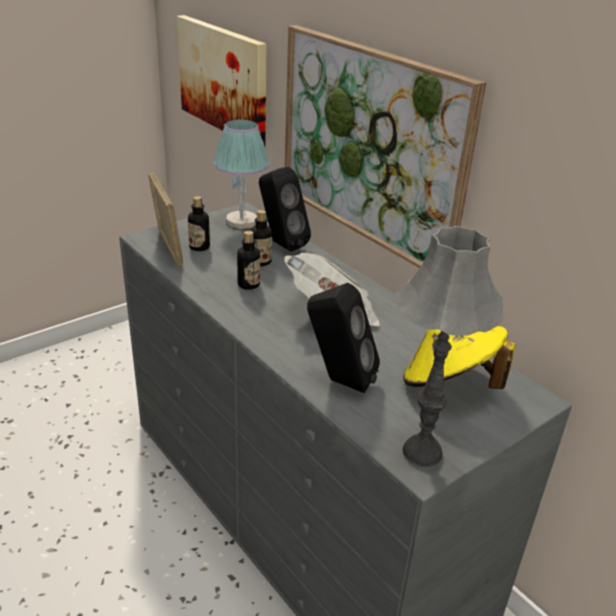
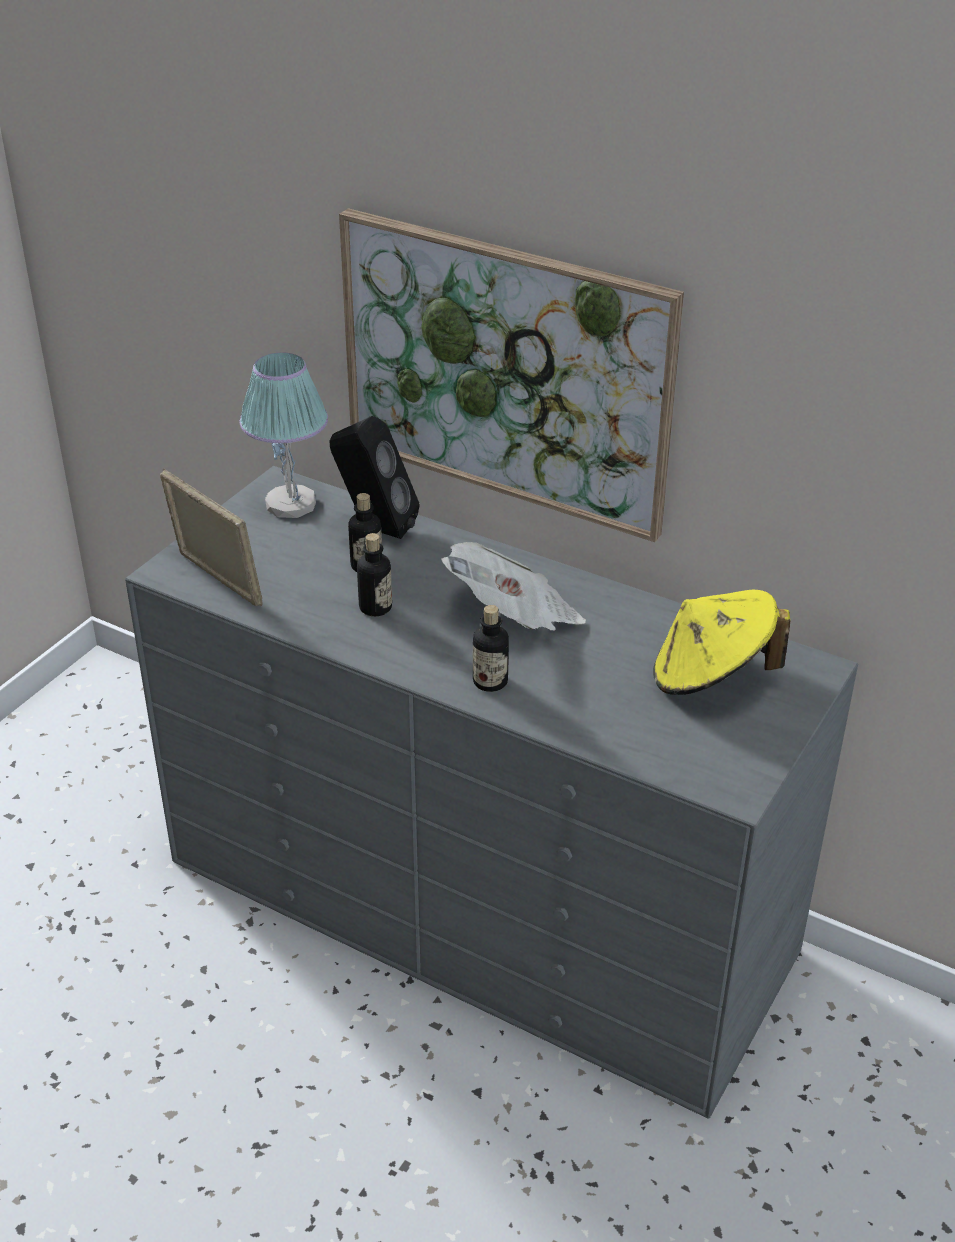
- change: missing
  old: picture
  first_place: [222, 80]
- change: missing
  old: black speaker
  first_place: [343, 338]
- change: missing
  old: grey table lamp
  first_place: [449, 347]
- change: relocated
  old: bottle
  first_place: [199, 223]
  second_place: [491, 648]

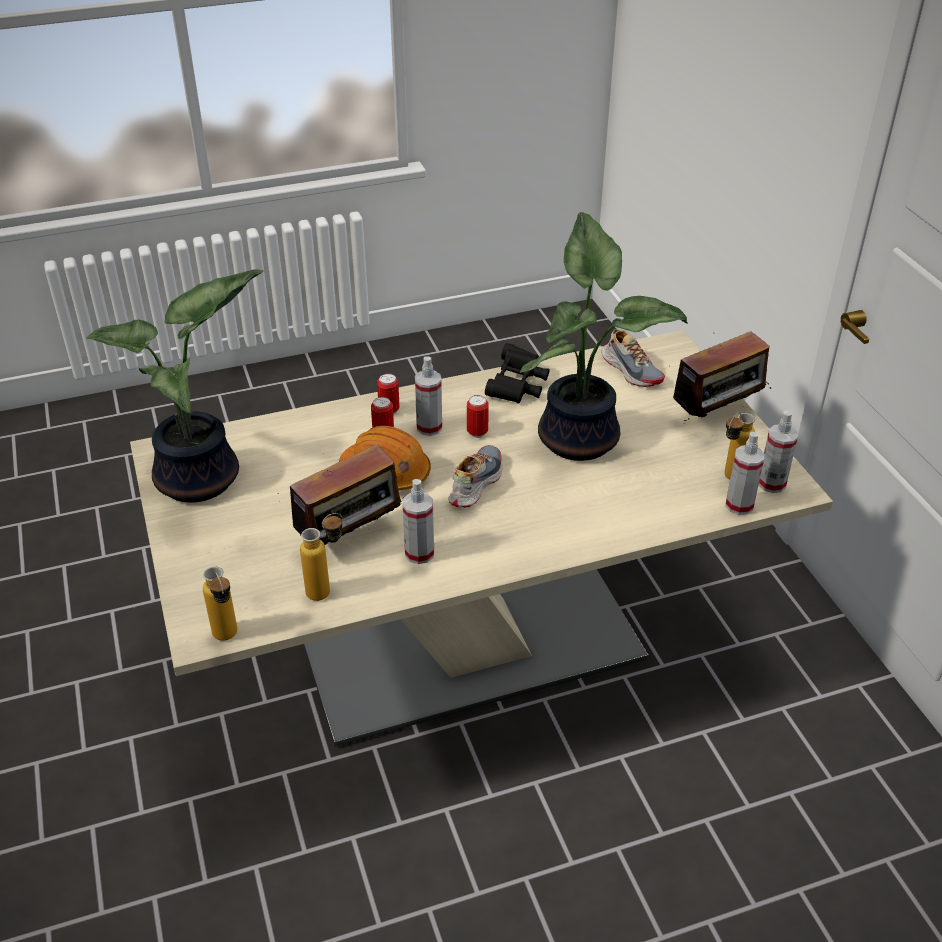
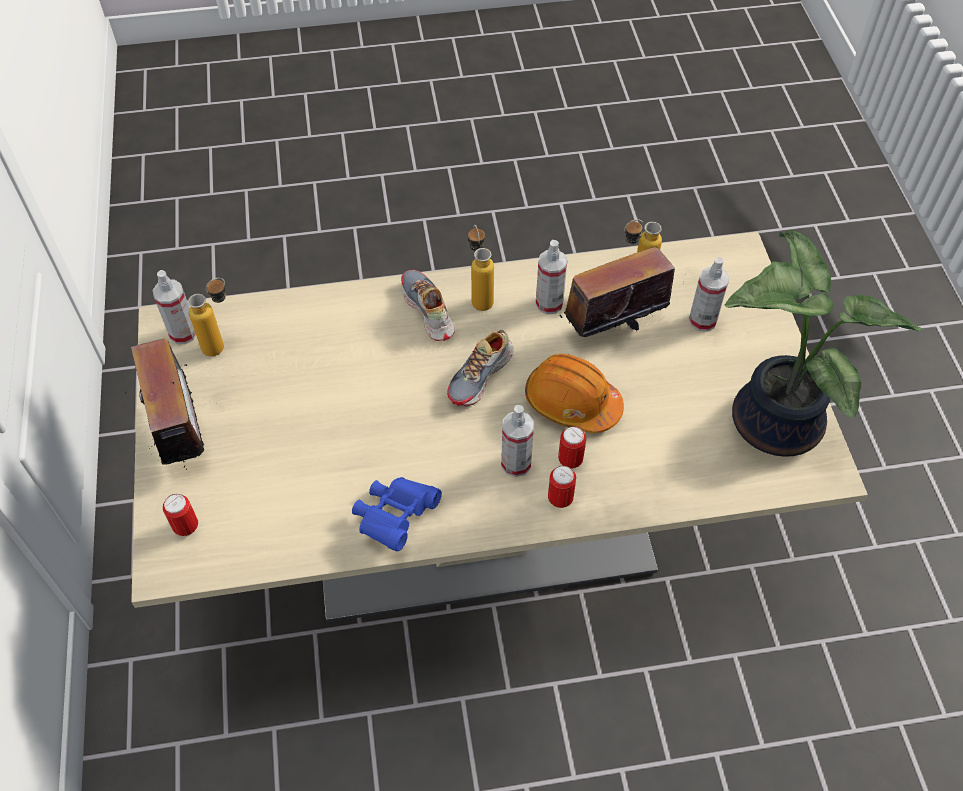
- change: missing
  old: potted plant
  first_place: [604, 336]
- change: relocated
  old: bottle
  first_place: [220, 603]
  second_place: [481, 267]
- change: relocated
  old: can
  first_place: [478, 416]
  second_place: [180, 515]
- change: relocated
  old: shoe
  first_place: [633, 358]
  second_place: [428, 305]
- change: relocated
  old: spray bottle
  first_place: [745, 473]
  second_place: [709, 294]
- change: colour
  old: black binoculars
  new: blue binoculars
  first_place: [517, 373]
  second_place: [397, 514]
- change: spun
  old: radio
  first_place: [722, 377]
  second_place: [165, 404]
  degrees: 90

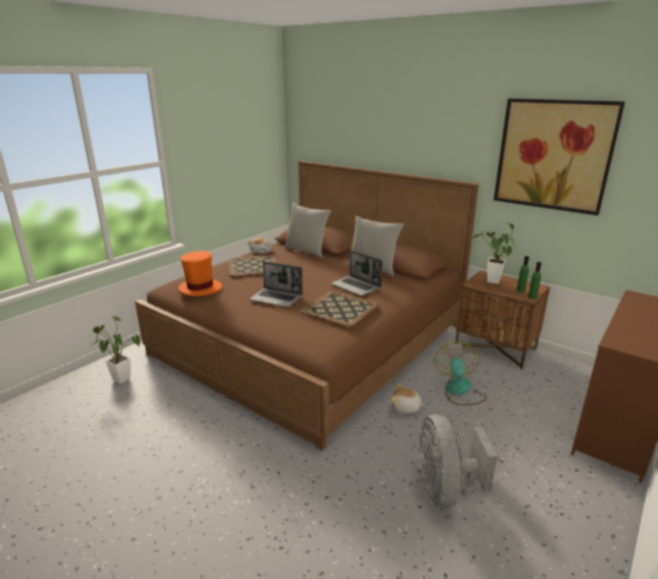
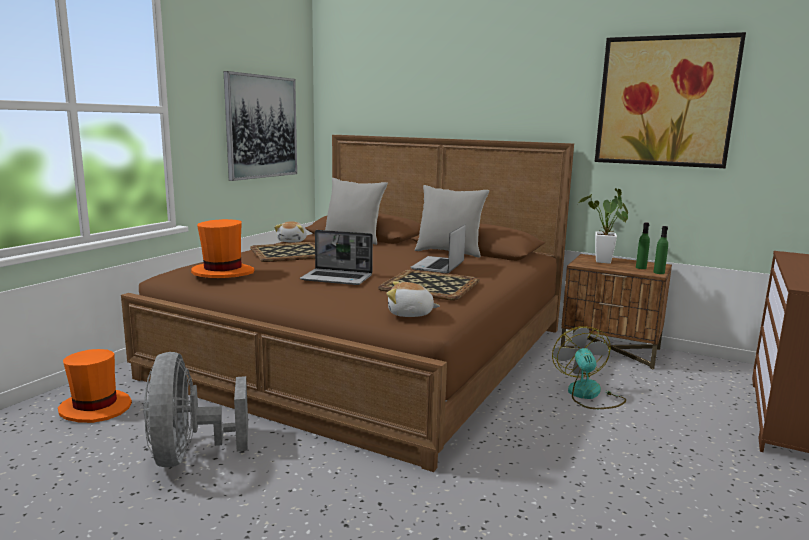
- change: appeared
  new: picture
  second_place: [260, 126]
- change: relocated
  old: plush toy
  first_place: [408, 398]
  second_place: [413, 299]
- change: relocated
  old: grey fan
  first_place: [457, 461]
  second_place: [195, 409]
- change: exchanged
  old: potted plant
  new: orange hat
  first_place: [115, 350]
  second_place: [95, 386]
- change: spun
  old: laptop
  first_place: [356, 273]
  second_place: [438, 249]
  degrees: 75

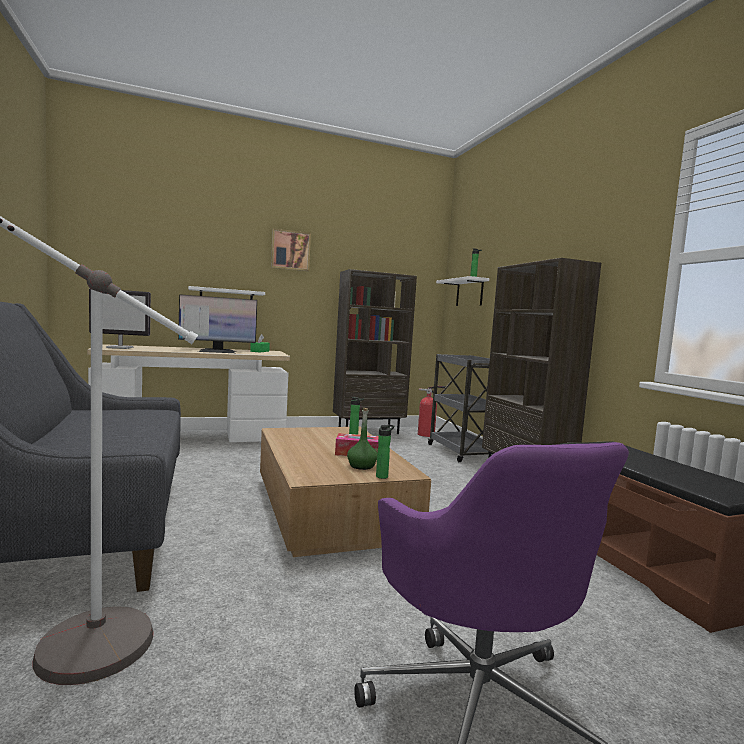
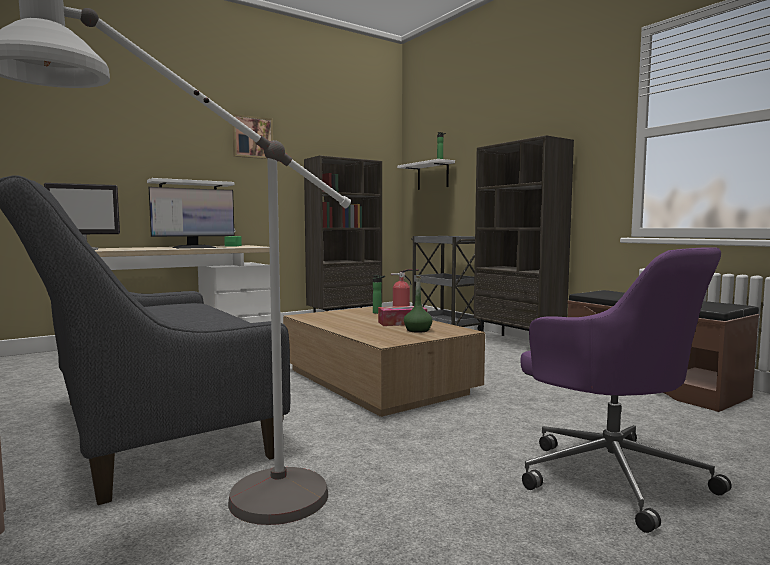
- change: missing
  old: bottle
  first_place: [385, 451]

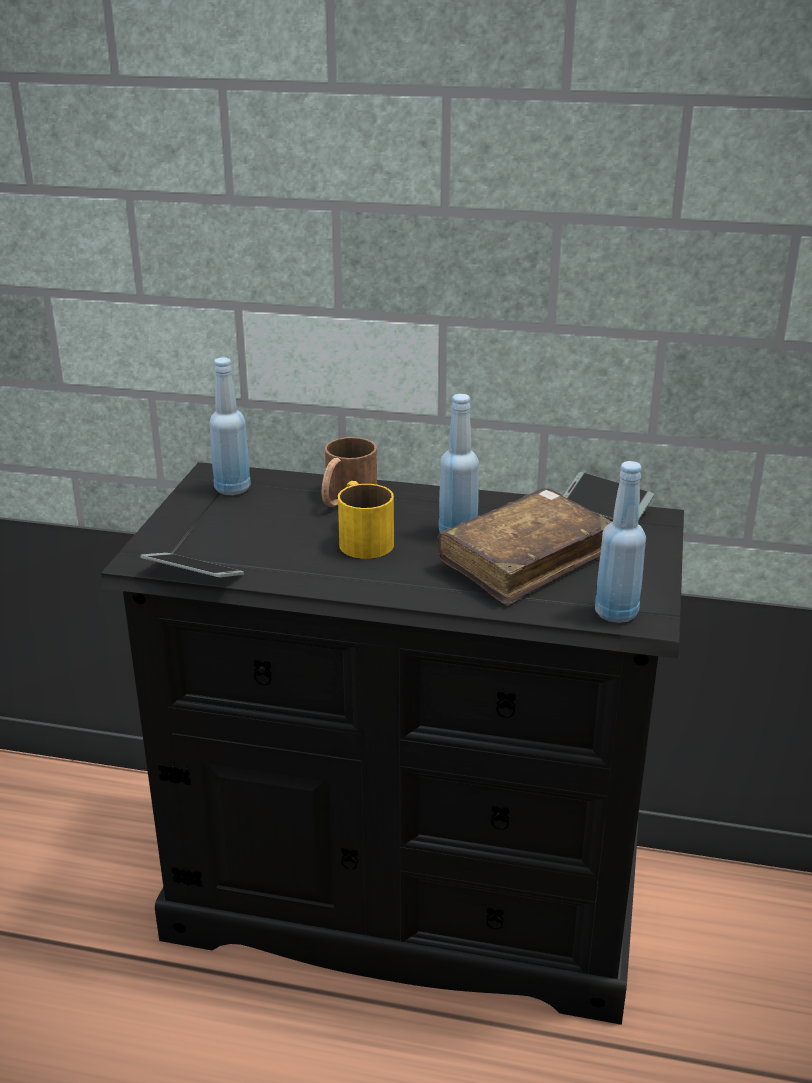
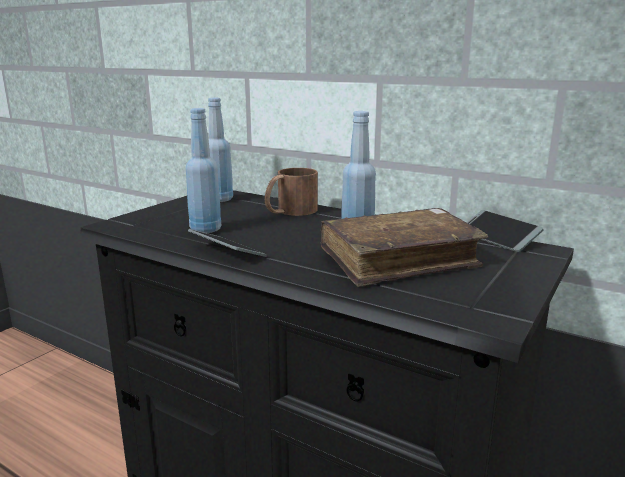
- change: missing
  old: yellow mug
  first_place: [366, 520]
- change: relocated
  old: phone
  first_place: [192, 565]
  second_place: [227, 243]
- change: relocated
  old: blue bottle
  first_place: [620, 542]
  second_place: [203, 170]

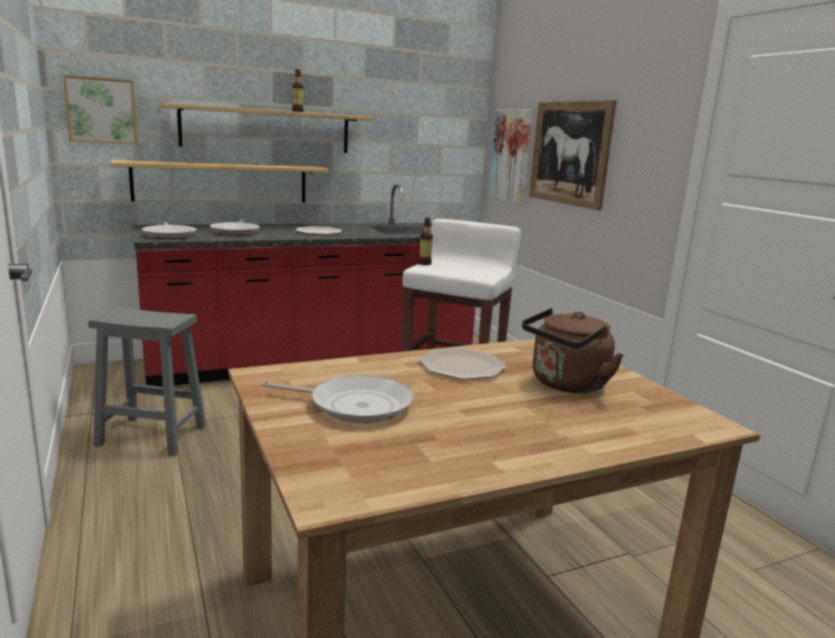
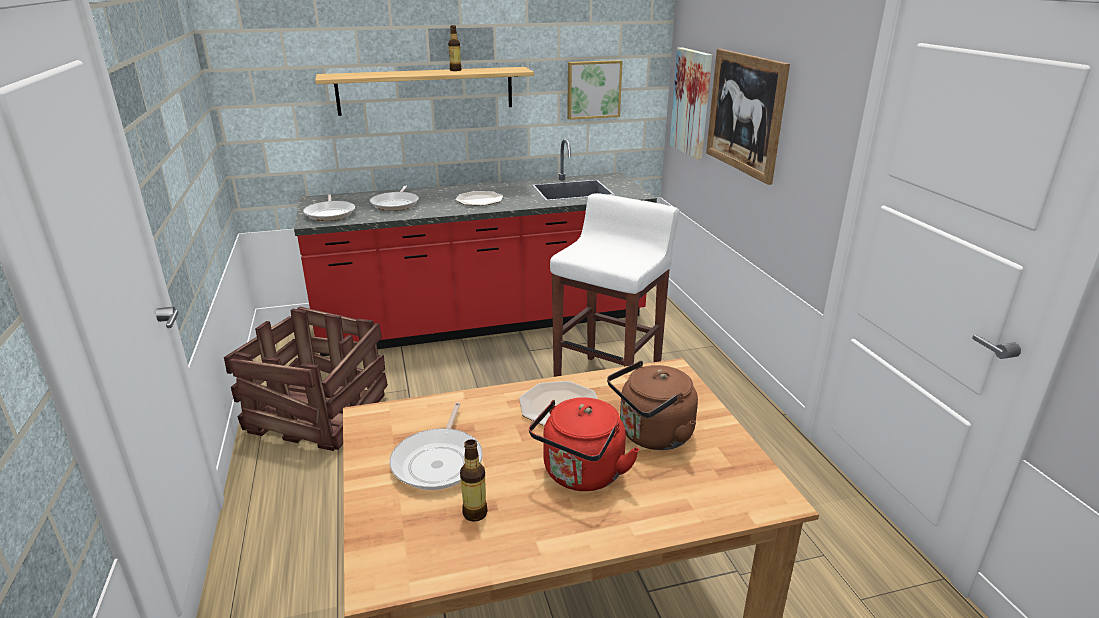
- change: missing
  old: shelf
  first_place: [219, 181]
- change: appeared
  new: red kettle
  second_place: [584, 444]
- change: relocated
  old: picture
  first_place: [100, 109]
  second_place: [595, 90]
- change: relocated
  old: bottle
  first_place: [426, 241]
  second_place: [474, 480]
- change: exchanged
  old: grey stool
  new: crate
  first_place: [147, 381]
  second_place: [306, 378]
- change: spun
  old: frying pan
  first_place: [337, 399]
  second_place: [436, 446]
  degrees: 75

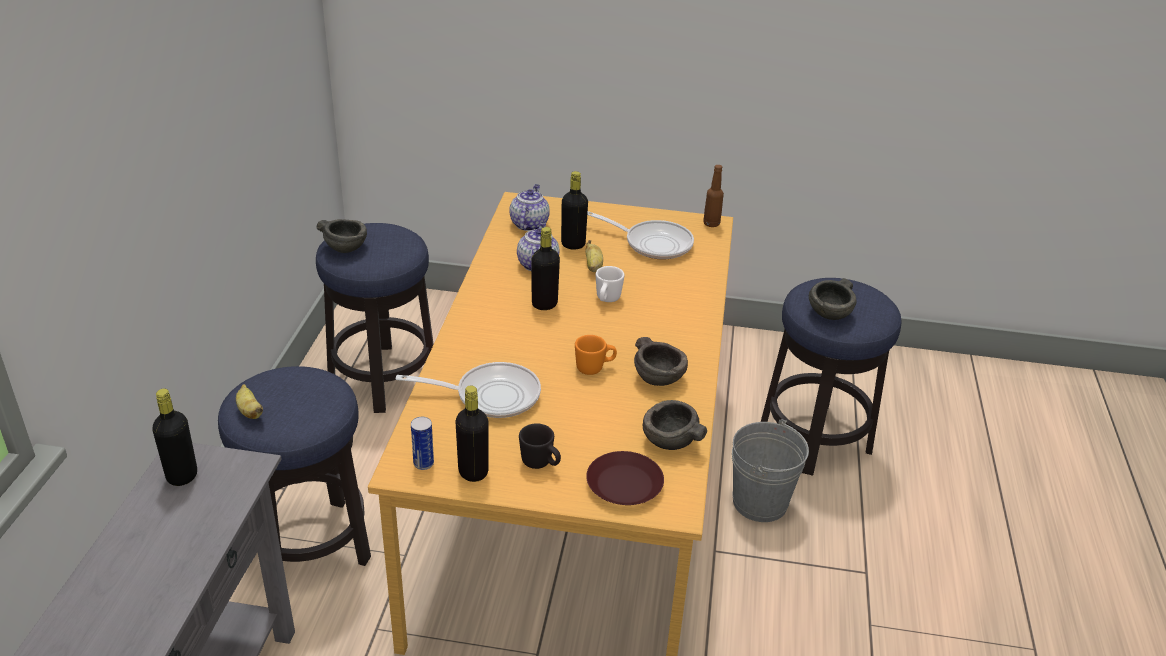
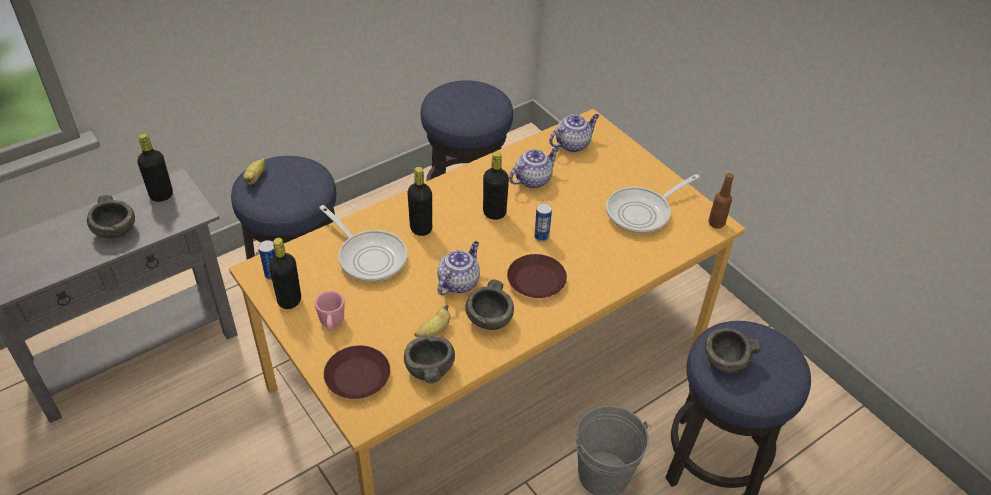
- change: appeared
  new: brown plate
  second_place: [537, 276]
- change: relocated
  old: grey bowl
  first_place: [342, 236]
  second_place: [111, 216]
- change: relocated
  old: black bottle
  first_place: [574, 210]
  second_place: [420, 201]
- change: relocated
  old: banana
  first_place: [594, 256]
  second_place: [432, 320]
- change: exchanged
  old: orange mug
  new: teapot
  first_place: [596, 355]
  second_place: [458, 268]
- change: exchanged
  old: white mug
  new: can
  first_place: [610, 284]
  second_place: [543, 222]
- change: colour
  old: black mug
  new: pink mug
  first_place: [540, 446]
  second_place: [329, 311]
- change: spun
  old: frying pan
  first_place: [640, 235]
  second_place: [653, 204]
  degrees: 75

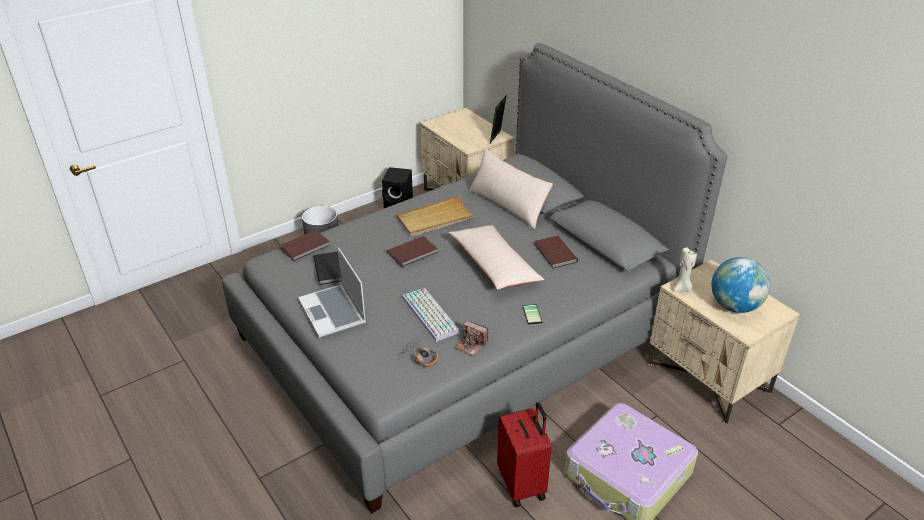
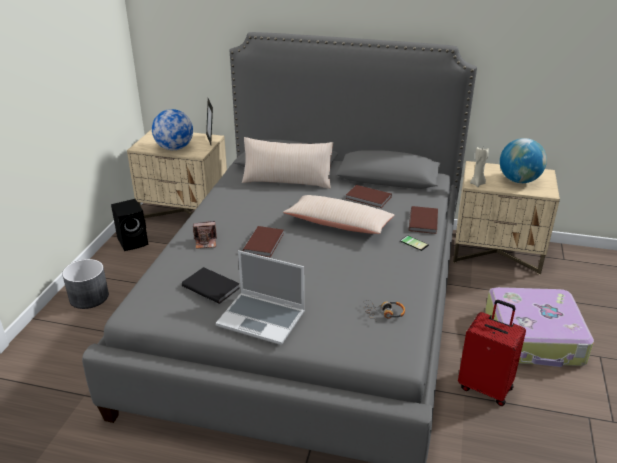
- change: missing
  old: beige tray
  first_place: [437, 216]
- change: missing
  old: keyboard
  first_place: [431, 315]
- change: appeared
  new: globe
  second_place: [172, 129]
- change: relocated
  old: brown book
  first_place: [304, 246]
  second_place: [423, 220]
- change: relocated
  old: photo camera
  first_place: [471, 338]
  second_place: [205, 235]

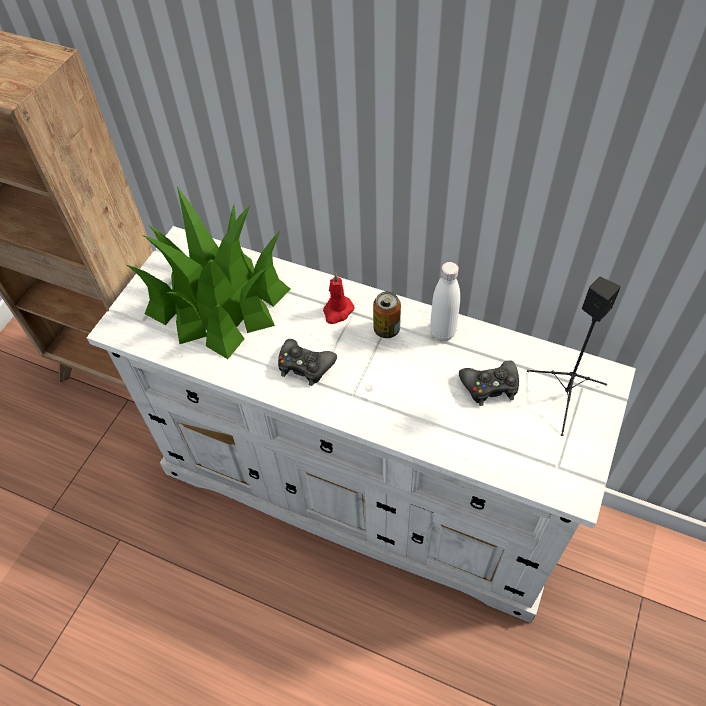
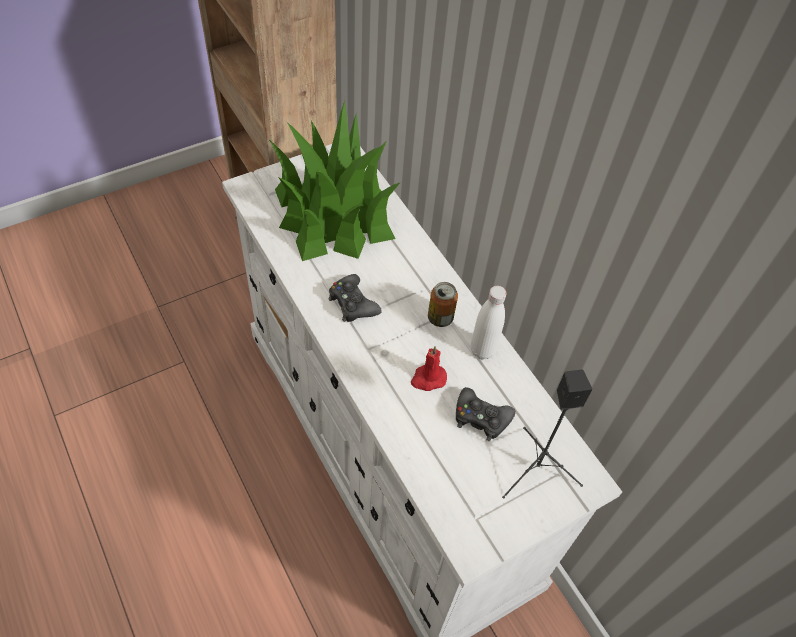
- change: relocated
  old: red candle
  first_place: [338, 298]
  second_place: [429, 368]

